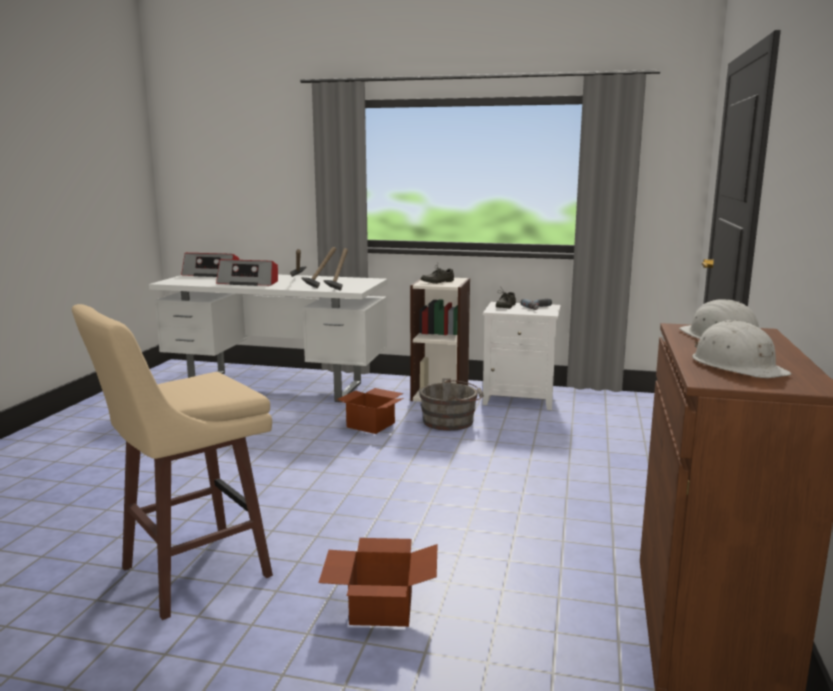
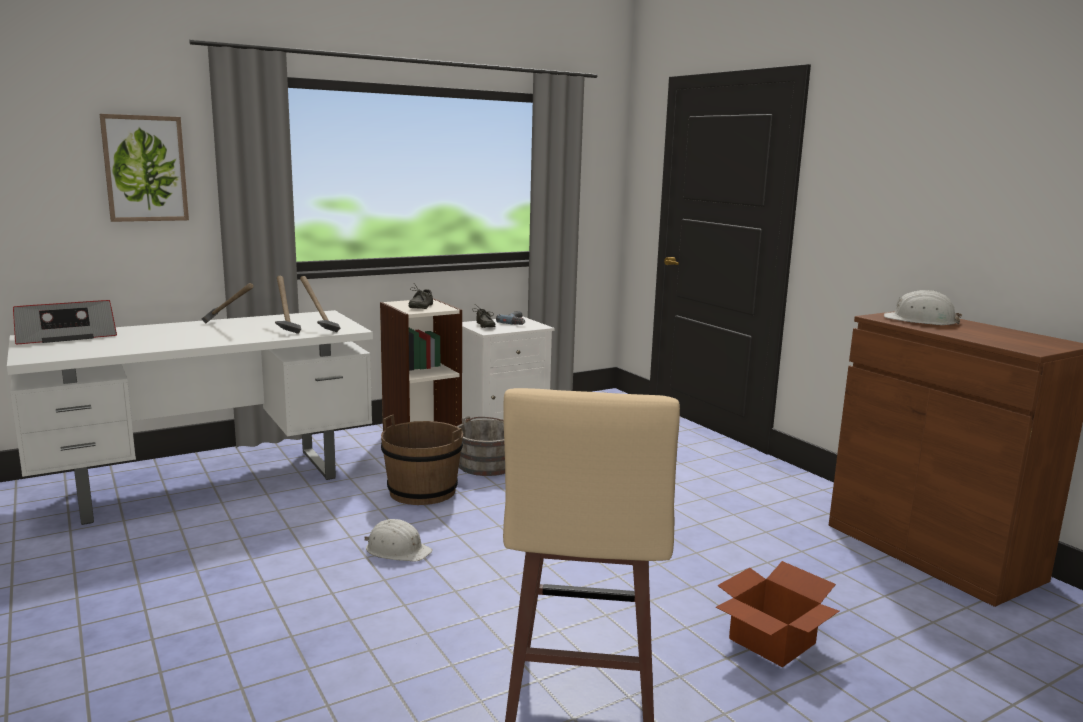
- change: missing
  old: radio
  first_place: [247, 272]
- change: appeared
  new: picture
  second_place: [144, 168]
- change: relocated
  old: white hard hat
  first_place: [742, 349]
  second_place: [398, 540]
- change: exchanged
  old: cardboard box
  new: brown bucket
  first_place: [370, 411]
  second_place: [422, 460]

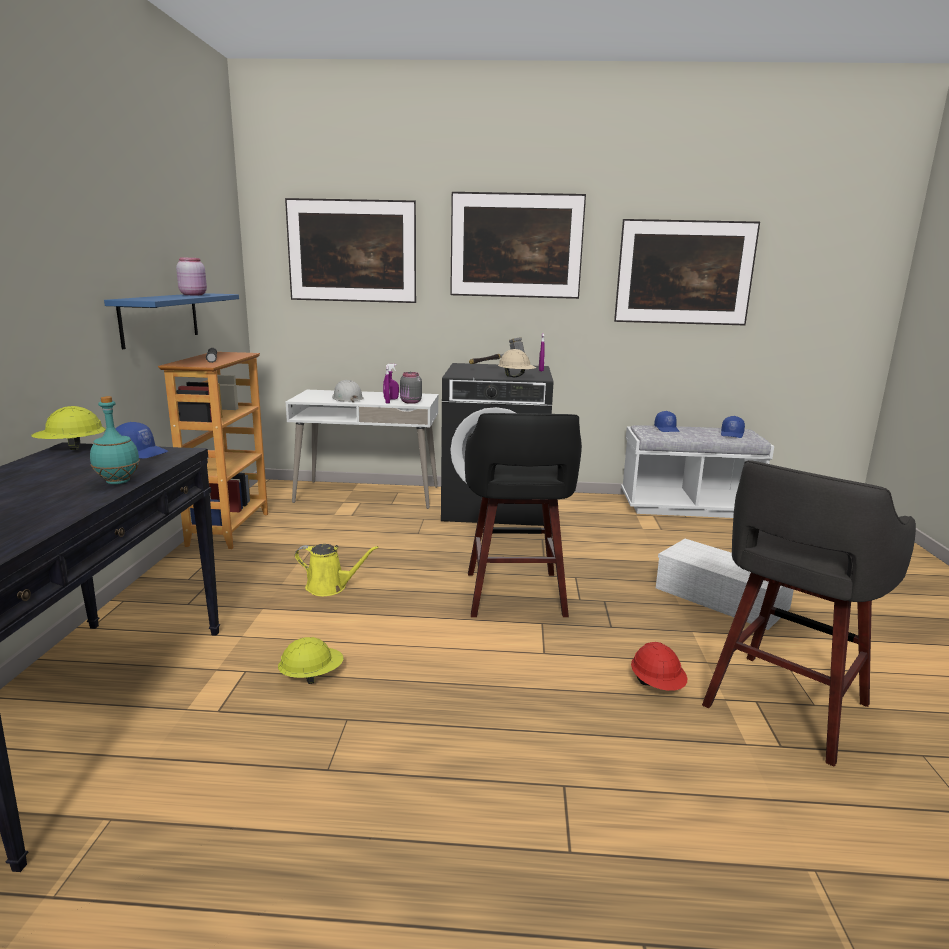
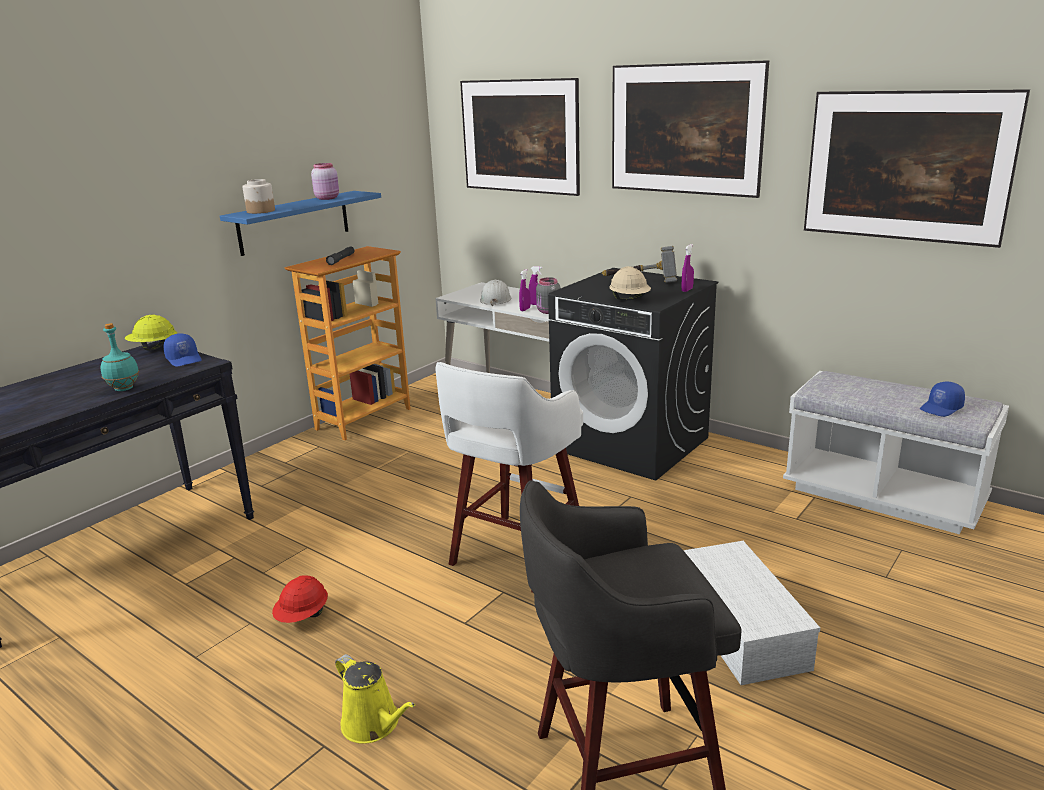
- change: missing
  old: yellow hard hat
  first_place: [311, 660]
- change: missing
  old: blue cap
  first_place: [667, 421]
- change: appeared
  new: jar
  second_place: [258, 196]
- change: relocated
  old: yellow watering can
  first_place: [337, 570]
  second_place: [375, 699]
- change: relocated
  old: red hard hat
  first_place: [659, 666]
  second_place: [300, 599]
- change: colour
  old: black stool
  new: white stool
  first_place: [523, 515]
  second_place: [509, 477]

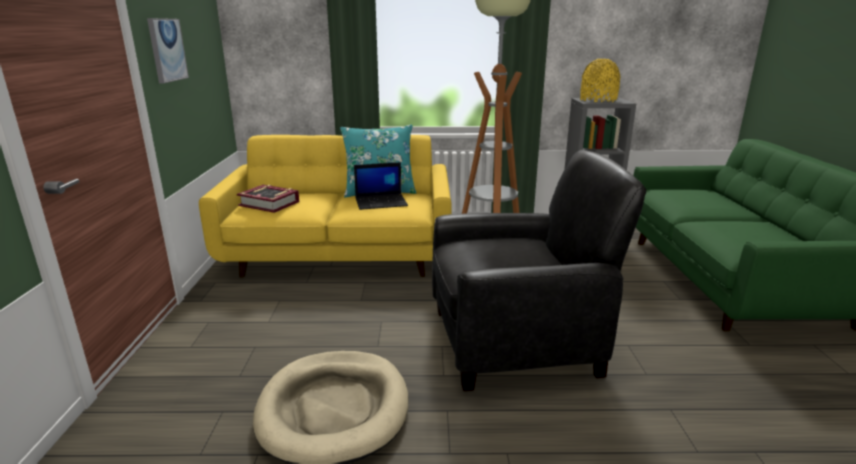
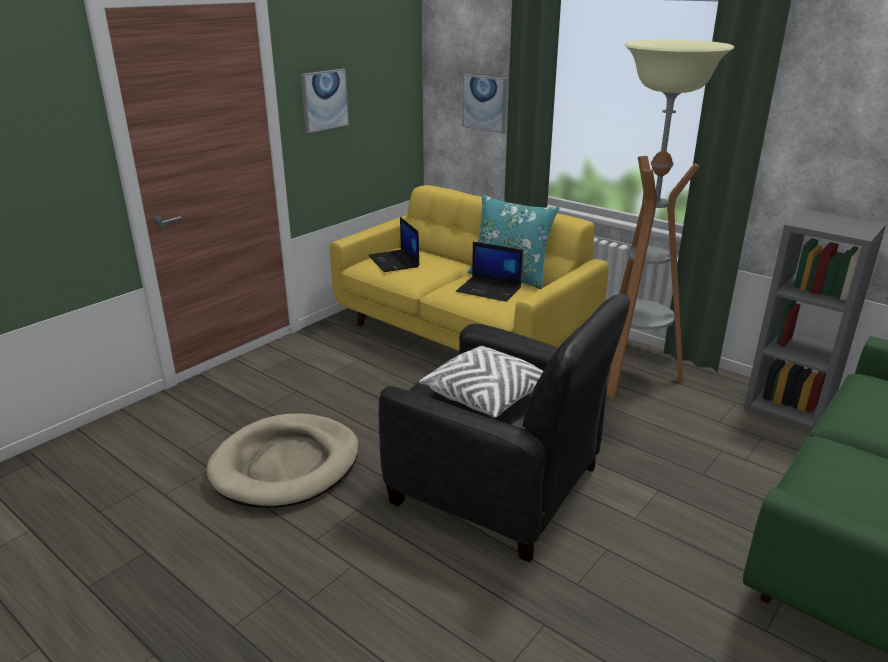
- change: missing
  old: yellow vase
  first_place: [600, 80]
- change: appeared
  new: white pillow
  second_place: [481, 382]
- change: appeared
  new: picture
  second_place: [484, 103]
- change: exchanged
  old: book
  new: laptop
  first_place: [268, 199]
  second_place: [394, 244]

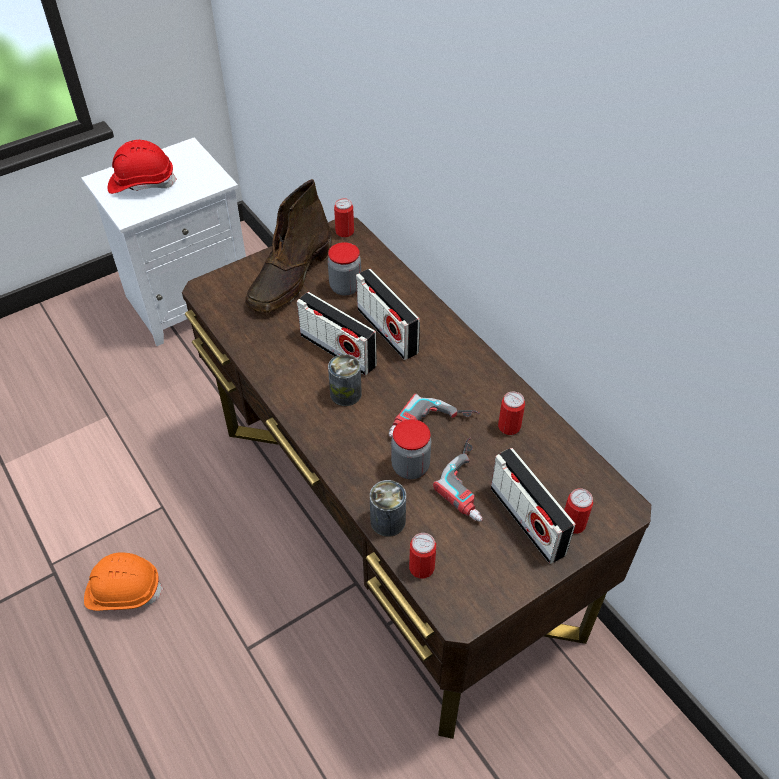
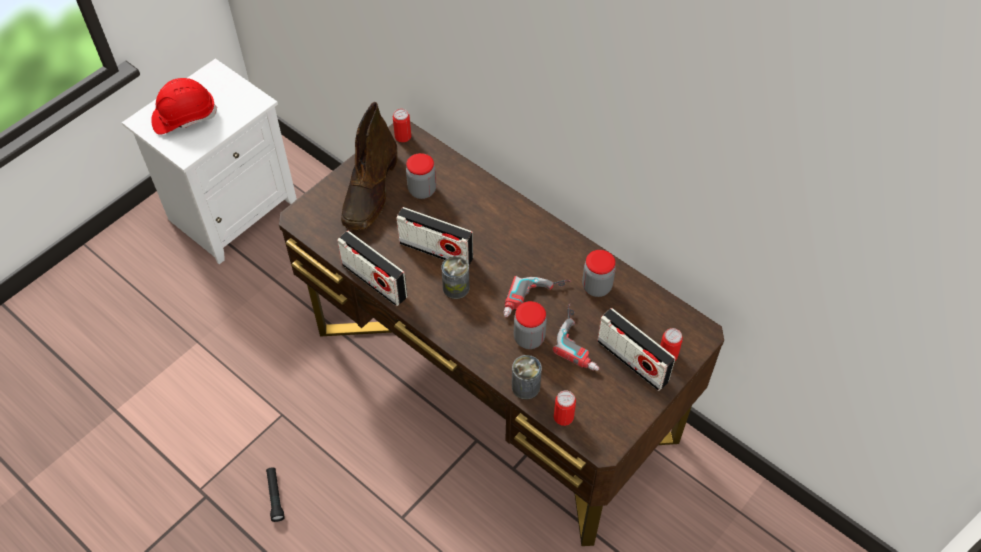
- change: relocated
  old: radio
  first_place: [388, 314]
  second_place: [372, 268]
- change: exchanged
  old: orange hard hat
  new: black flashlight
  first_place: [123, 581]
  second_place: [275, 494]
- change: exchanged
  old: can
  new: jar
  first_place: [511, 413]
  second_place: [599, 273]

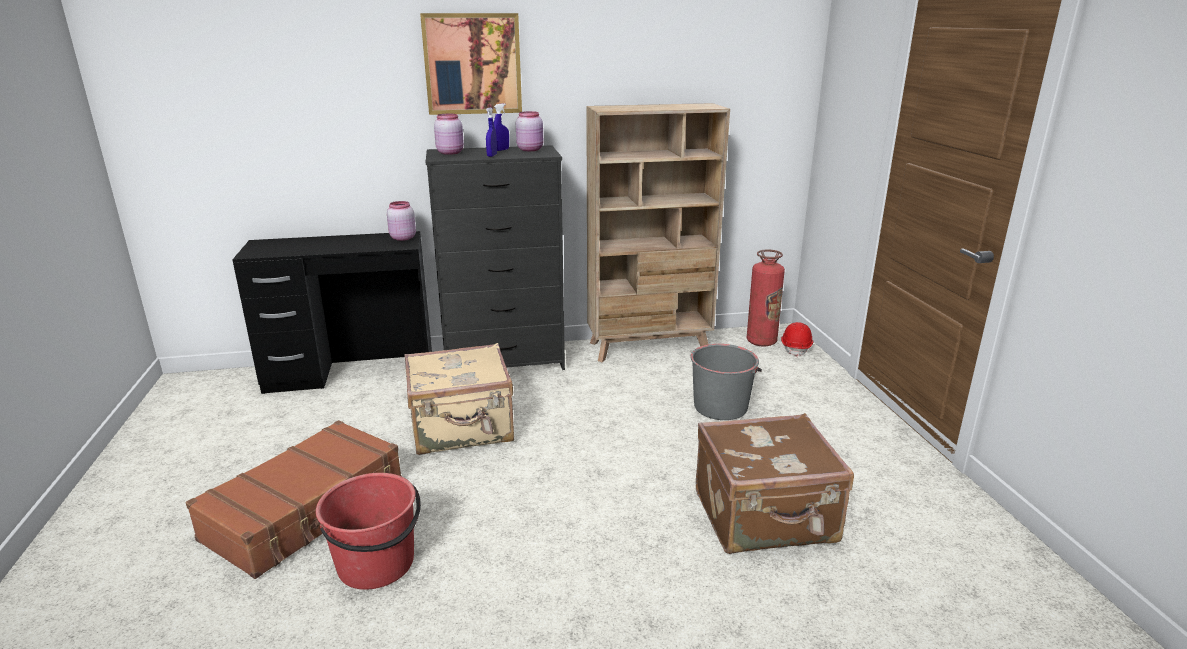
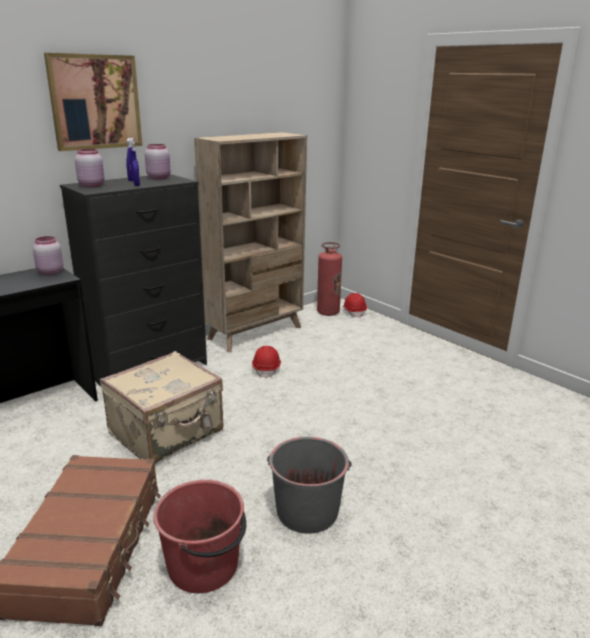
- change: missing
  old: brown suitcase
  first_place: [775, 483]
- change: appeared
  new: red hard hat
  second_place: [266, 362]
- change: relocated
  old: grey bucket
  first_place: [726, 382]
  second_place: [309, 485]

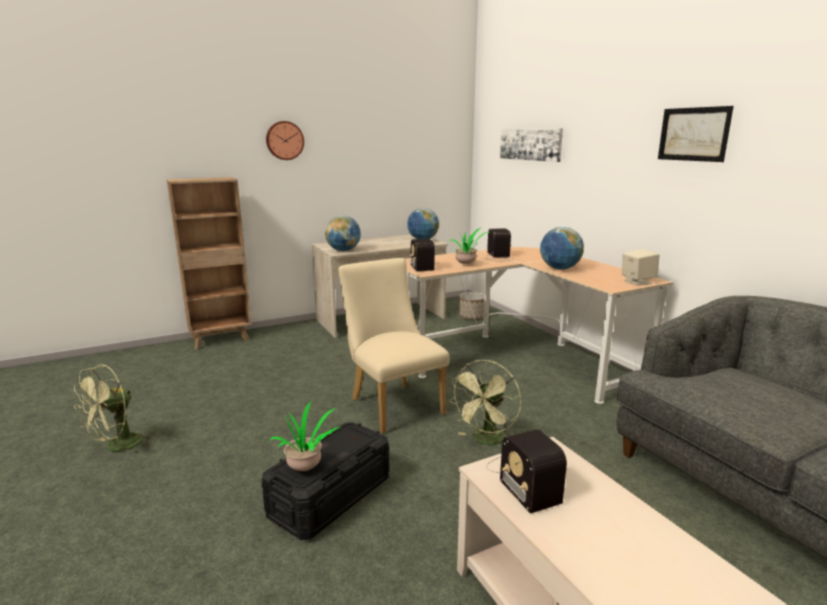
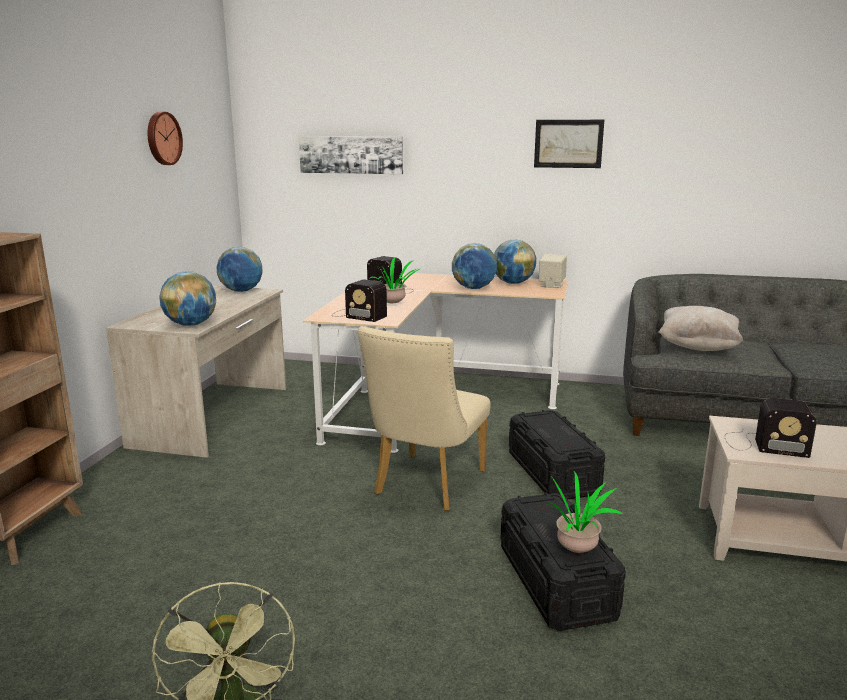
- change: missing
  old: planter
  first_place: [472, 306]
- change: appeared
  new: globe
  second_place: [515, 262]
- change: appeared
  new: beige pillow
  second_place: [700, 328]
- change: relocated
  old: wall clock
  first_place: [285, 140]
  second_place: [165, 138]
- change: exchanged
  old: green fan
  new: black storage box
  first_place: [485, 402]
  second_place: [557, 454]
- change: spun
  old: beige chair
  first_place: [394, 345]
  second_place: [424, 418]
  degrees: -75

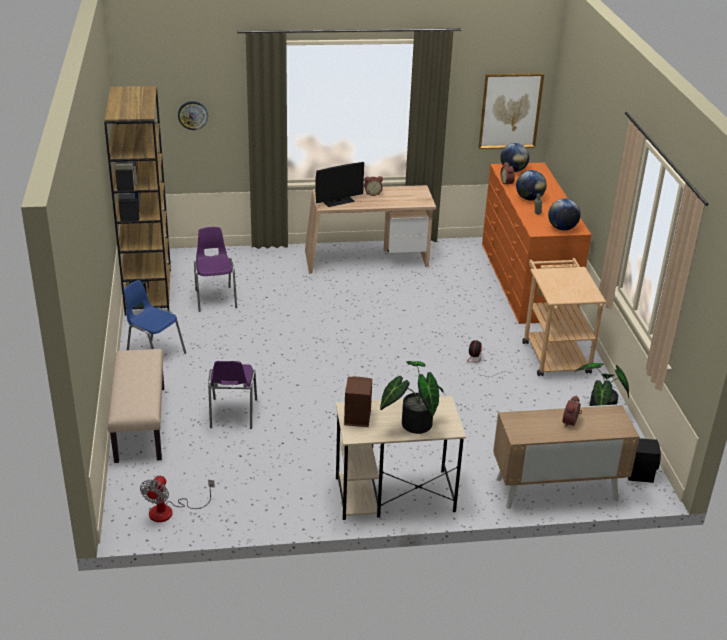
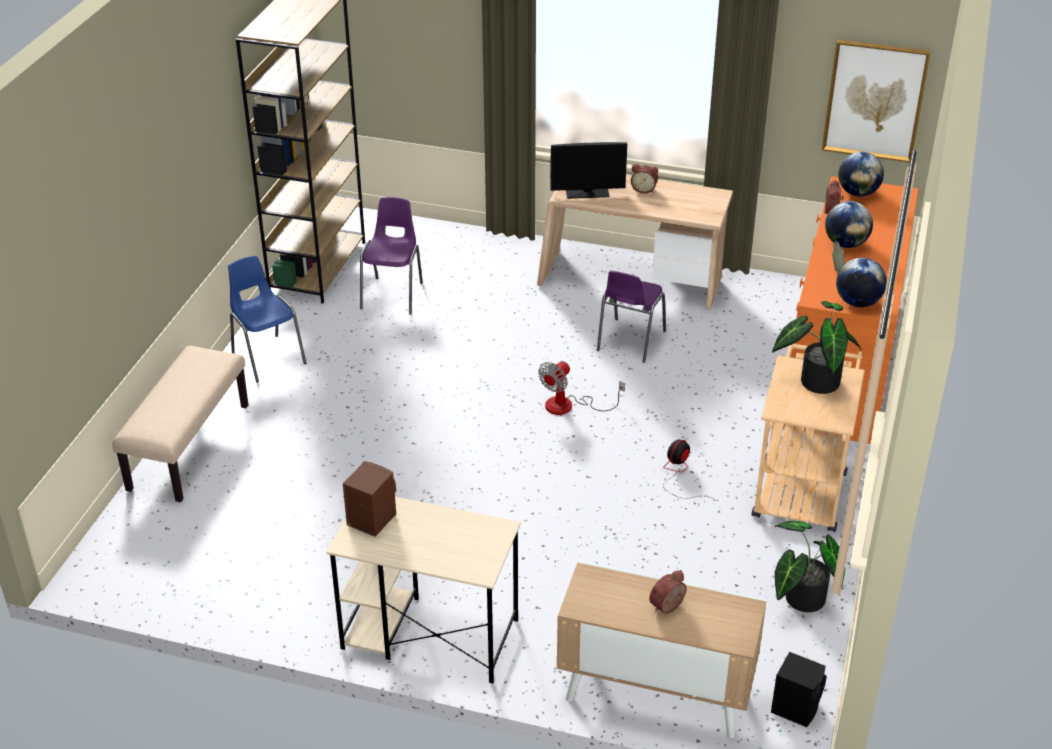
- change: missing
  old: wall clock
  first_place: [193, 115]
- change: relocated
  old: fan
  first_place: [177, 499]
  second_place: [581, 388]
- change: relocated
  old: purple chair
  first_place: [232, 395]
  second_place: [631, 317]
- change: relocated
  old: potted plant
  first_place: [412, 397]
  second_place: [816, 347]

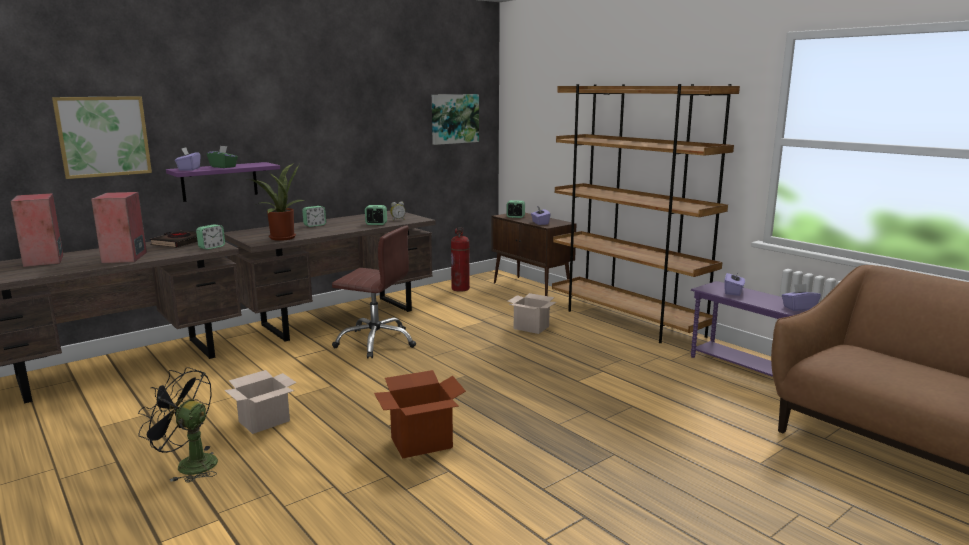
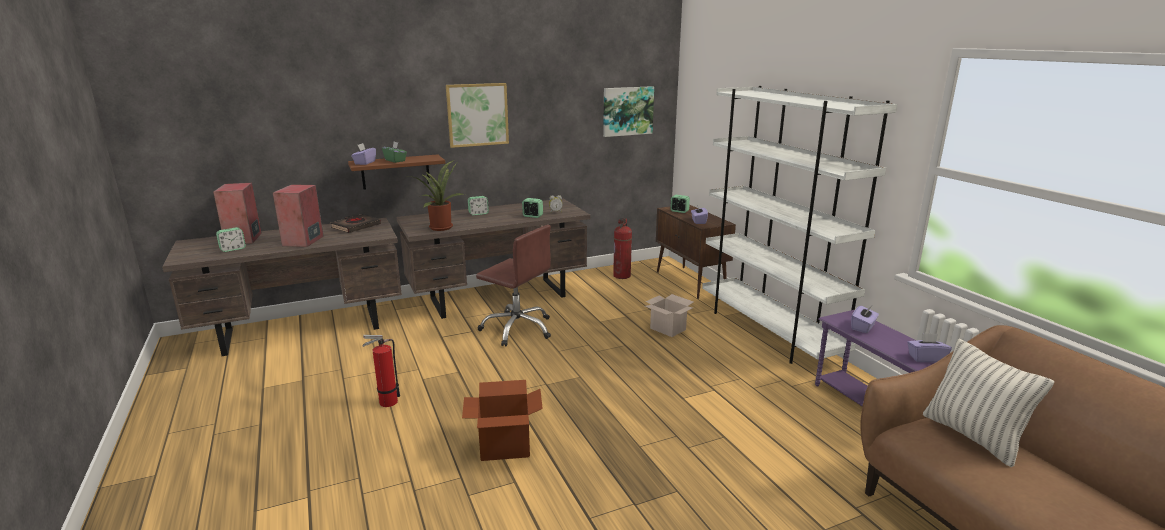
- change: missing
  old: black fan
  first_place: [178, 425]
- change: appeared
  new: pillow
  second_place: [988, 403]
- change: relocated
  old: picture
  first_place: [102, 137]
  second_place: [477, 115]
- change: relocated
  old: alarm clock
  first_place: [210, 237]
  second_place: [231, 239]
- change: exchanged
  old: cardboard box
  new: fire extinguisher
  first_place: [260, 402]
  second_place: [381, 371]
- change: colour
  old: purple shelf
  new: brown shelf
  first_place: [223, 182]
  second_place: [396, 172]
- change: colour
  old: brown bookcase
  new: white bookcase
  first_place: [646, 213]
  second_place: [799, 225]

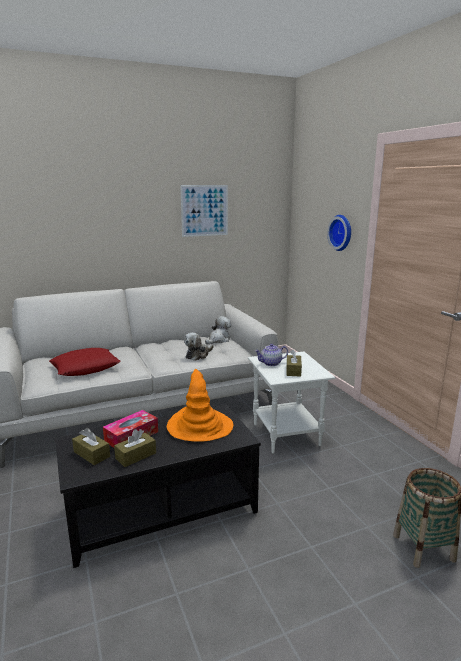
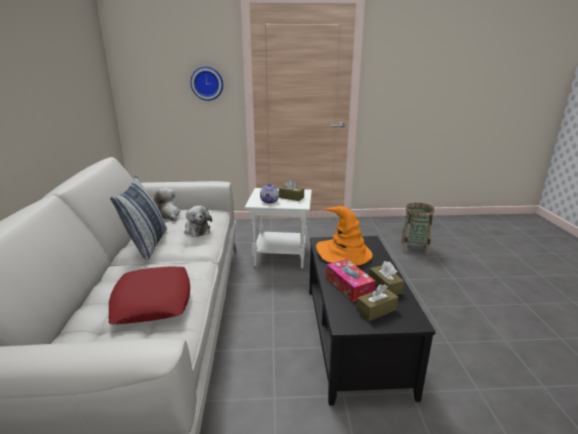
- change: missing
  old: picture
  first_place: [204, 211]
- change: appeared
  new: pillow
  second_place: [138, 218]

